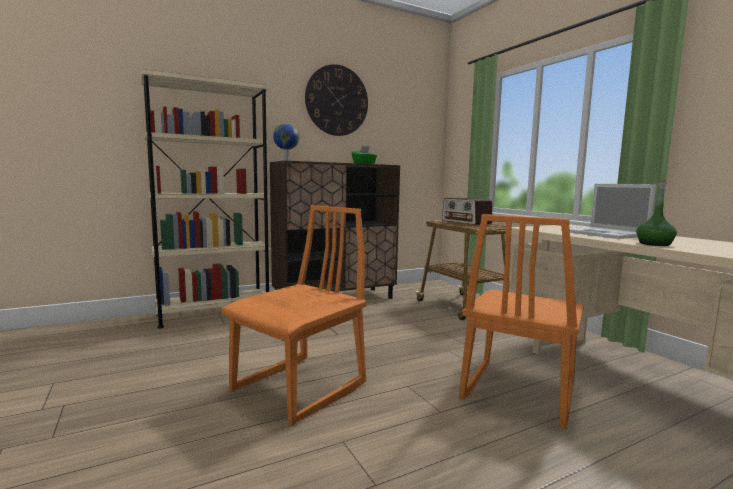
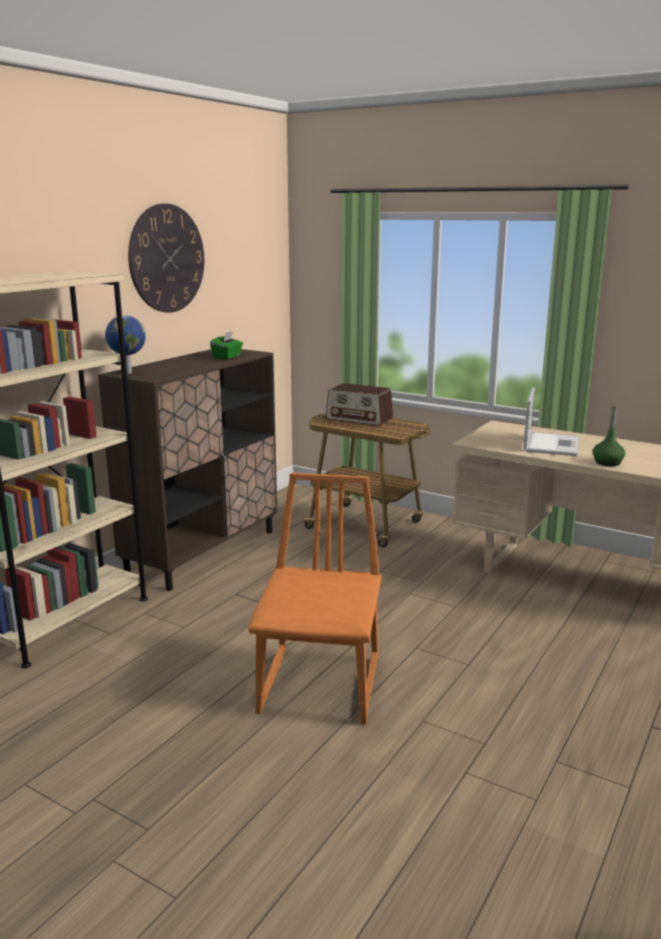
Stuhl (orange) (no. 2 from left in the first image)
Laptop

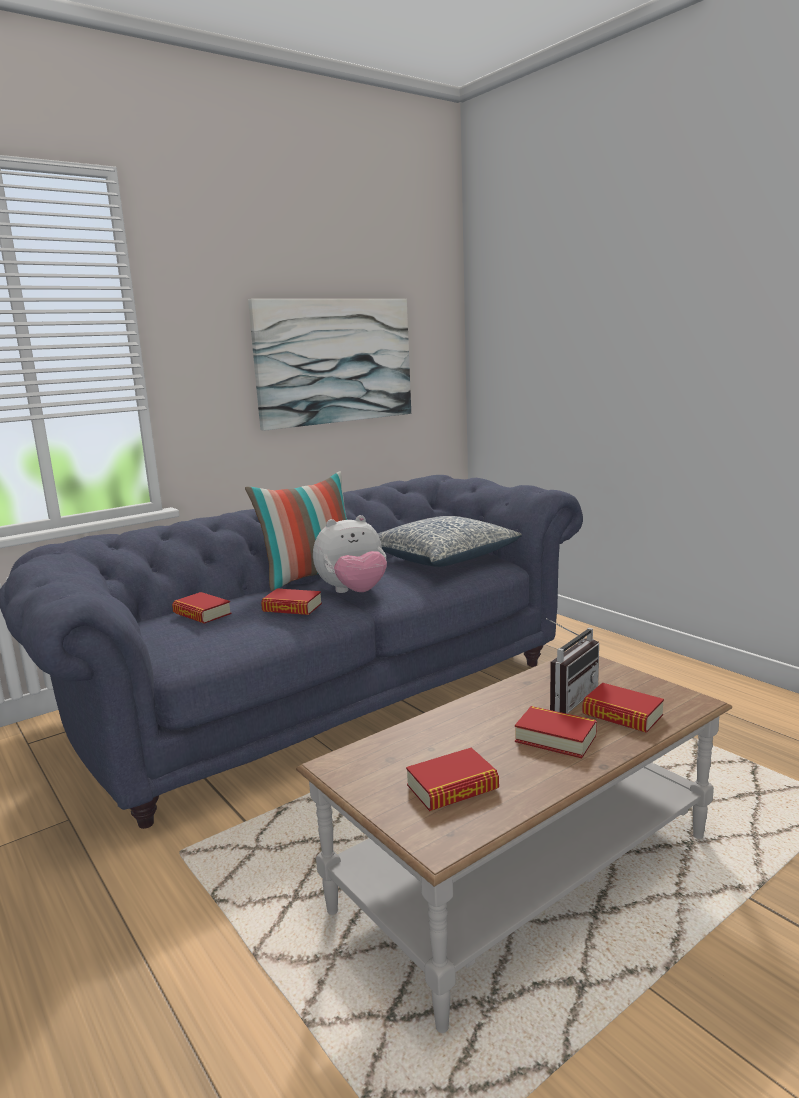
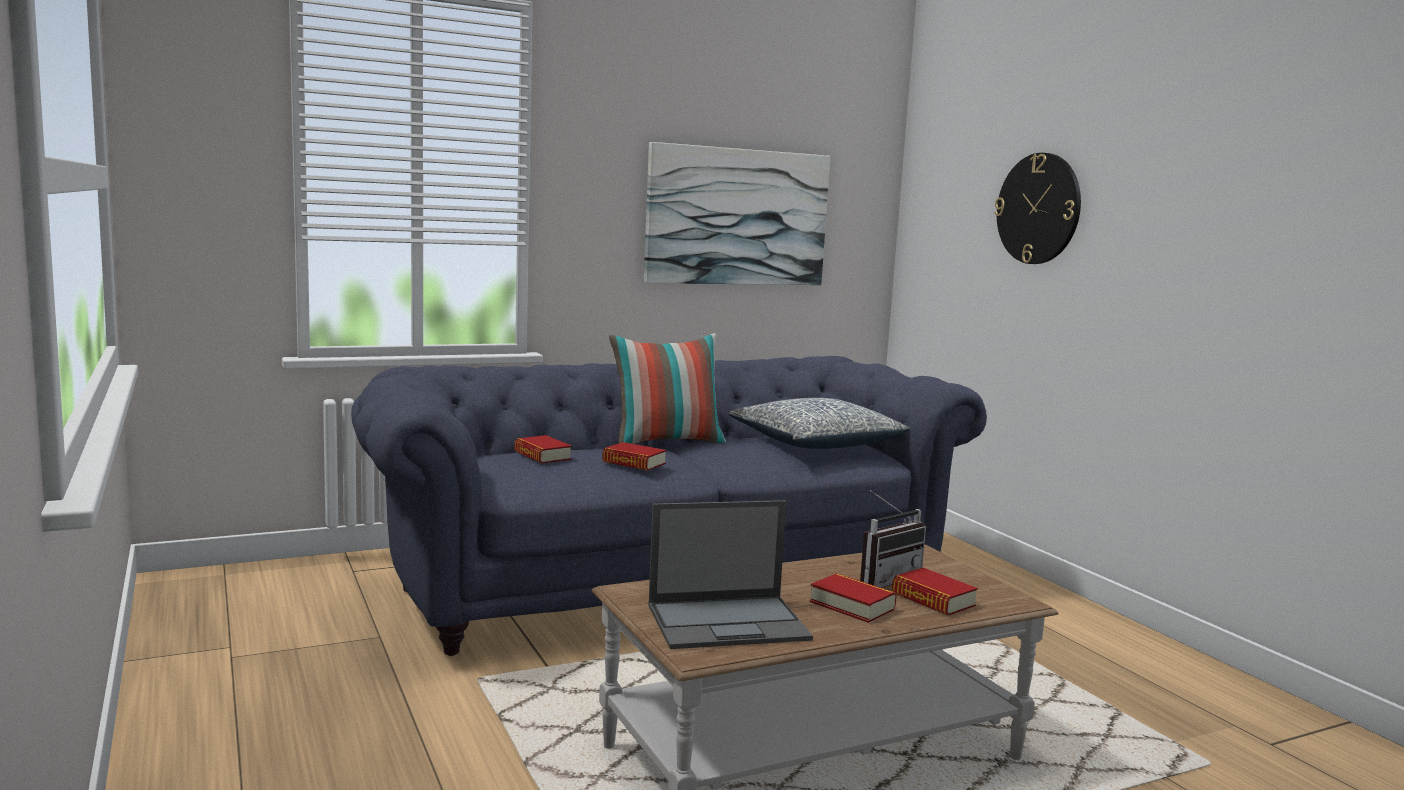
Plüschtier
Wanduhr
Laptop

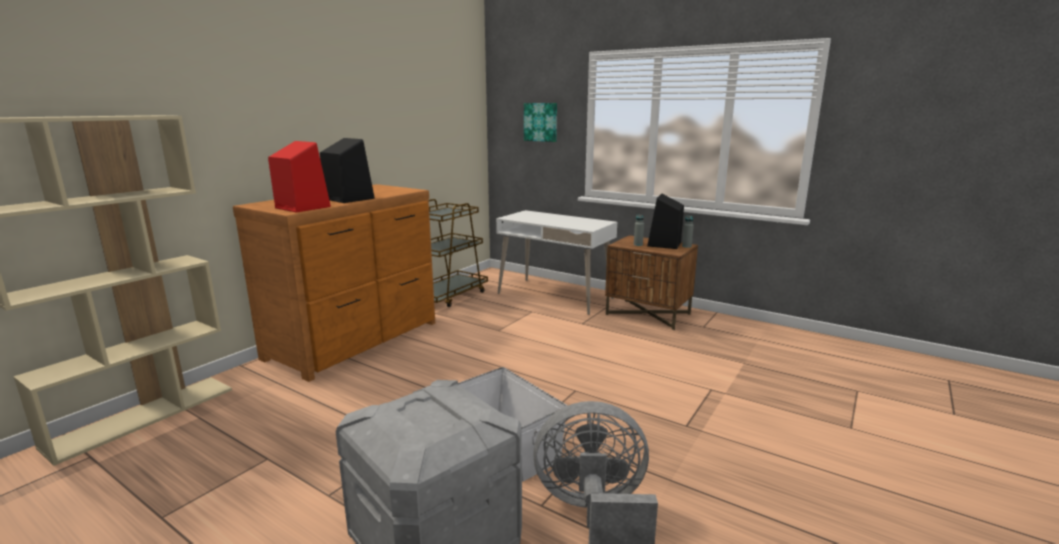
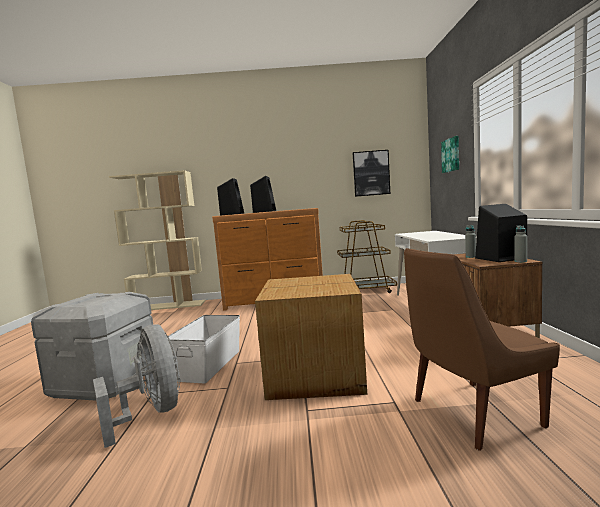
Karton
Bild (no. 1 from left)
Stuhl (braun)
Lautsprecher (schwarz) (no. 1 from left)

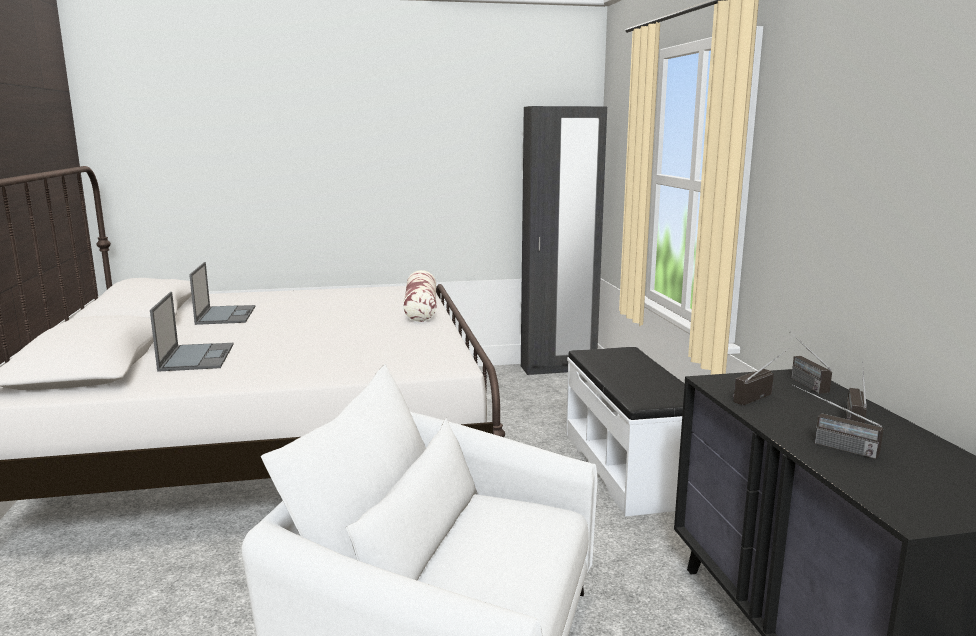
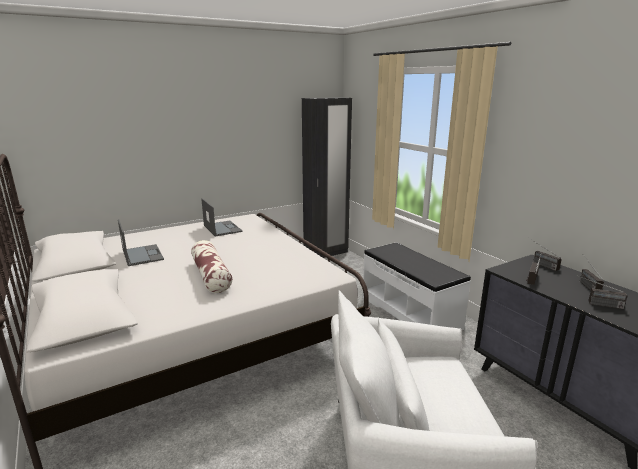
Laptop (no. 2 from left)
Kissen

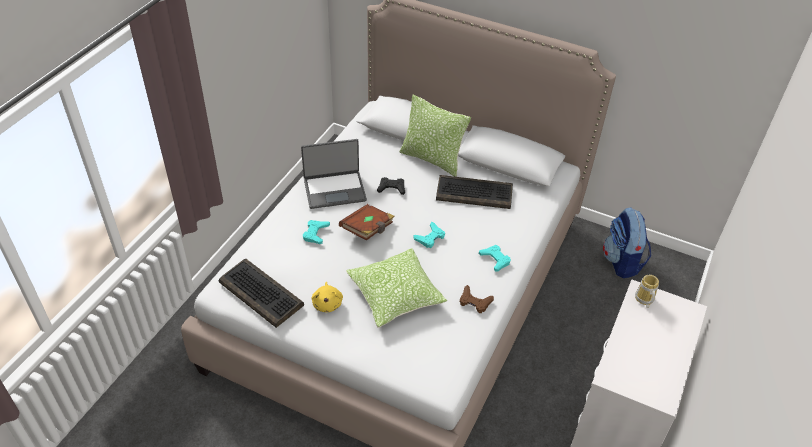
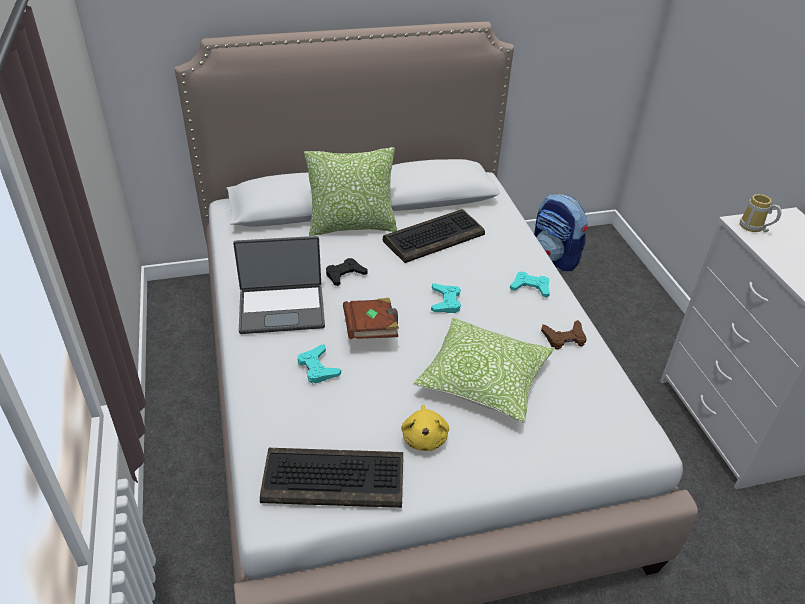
Laptop
Plüschtier (gelb)

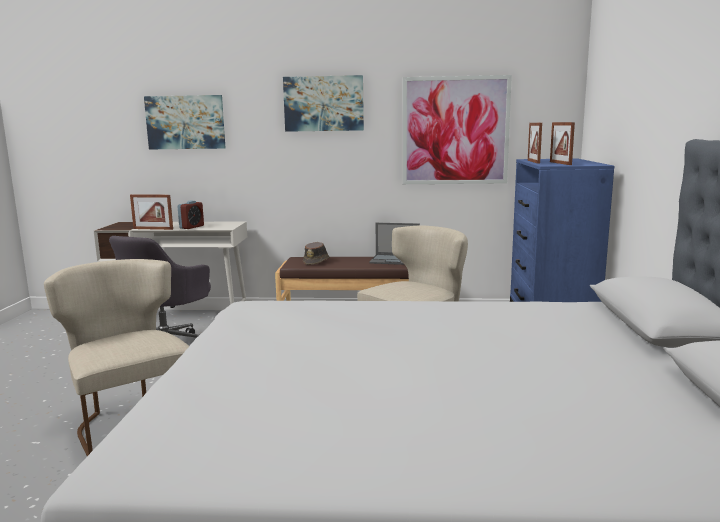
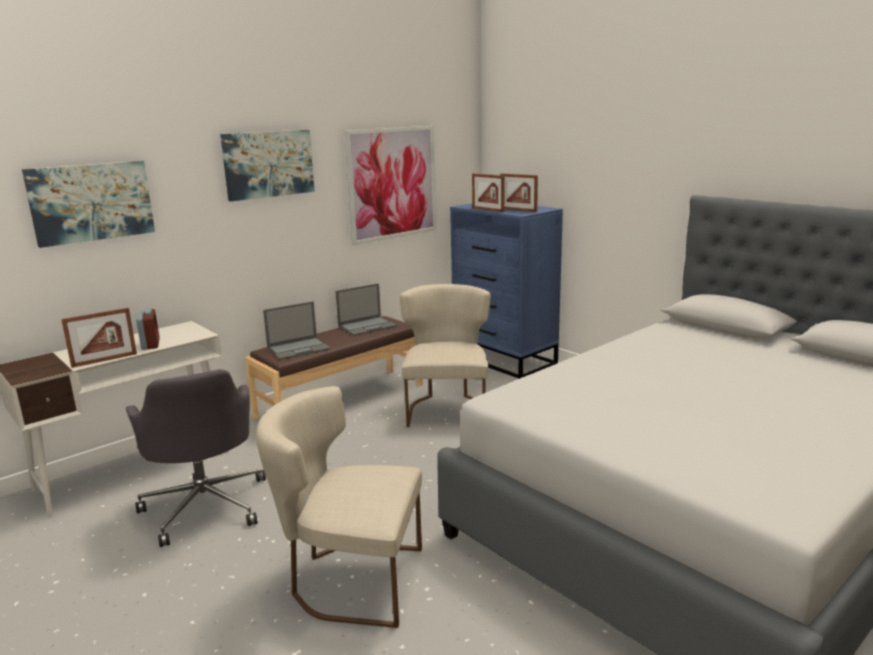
Laptop (no. 1 from left)

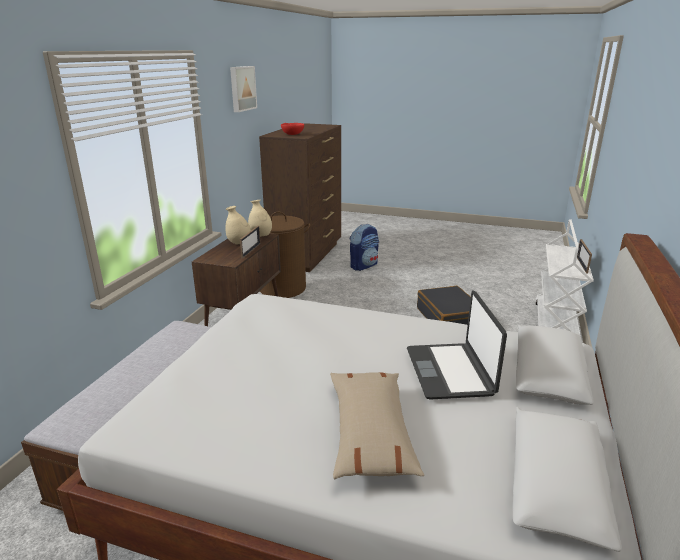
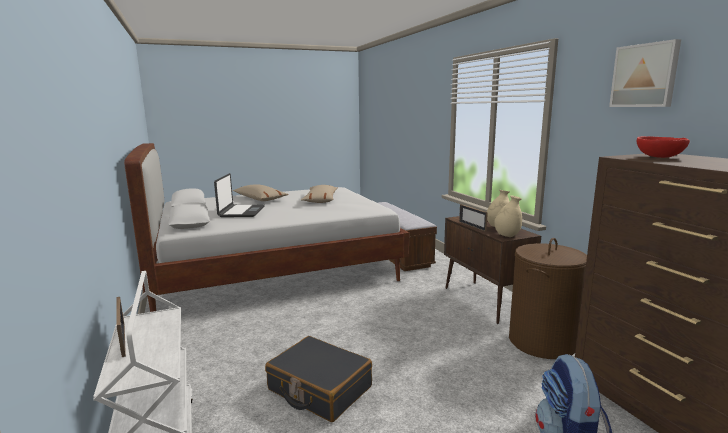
Kissen (beige) (no. 2 from left)
Laptop

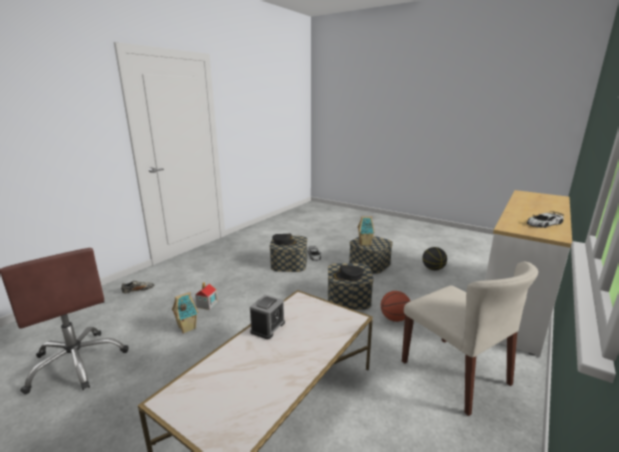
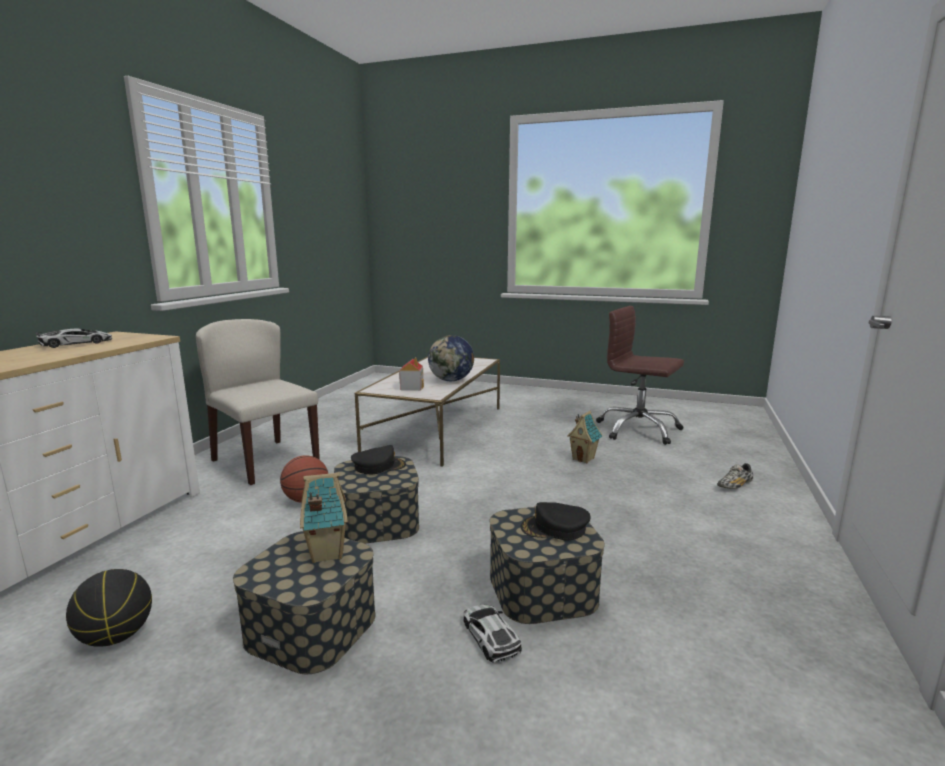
Spielzeughaus (no. 2 from left)
Globus

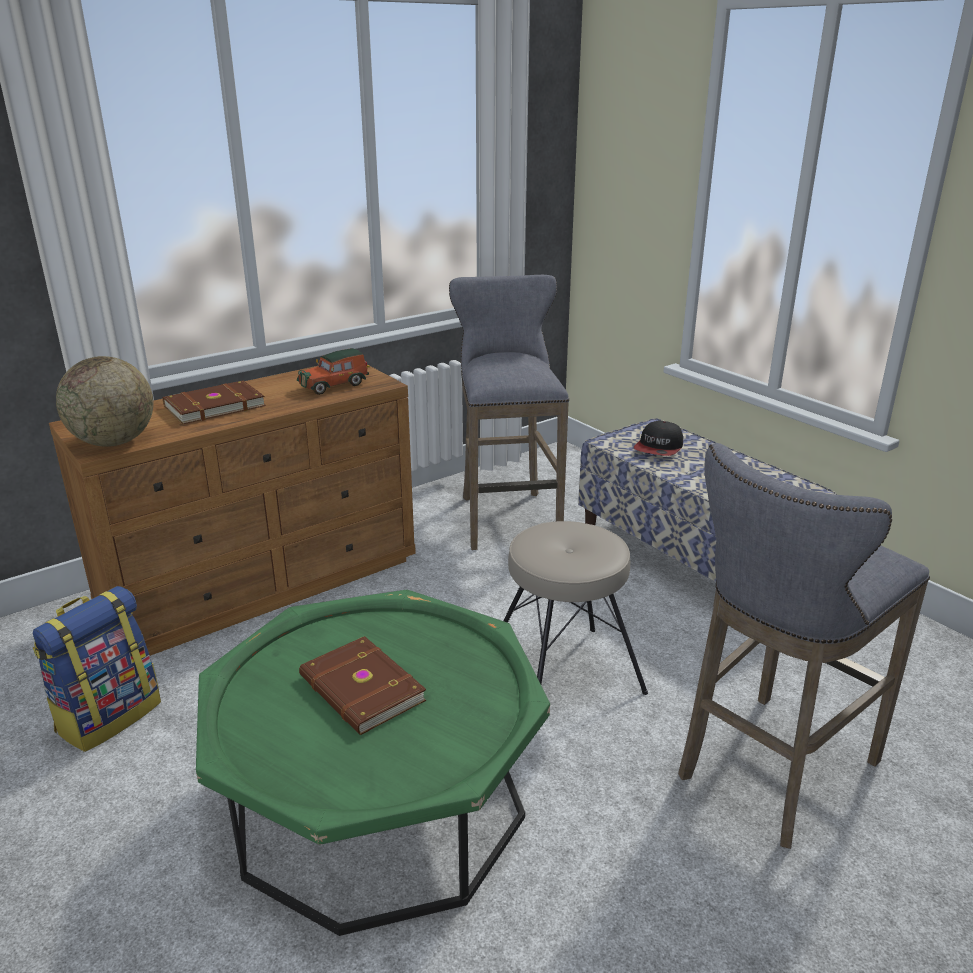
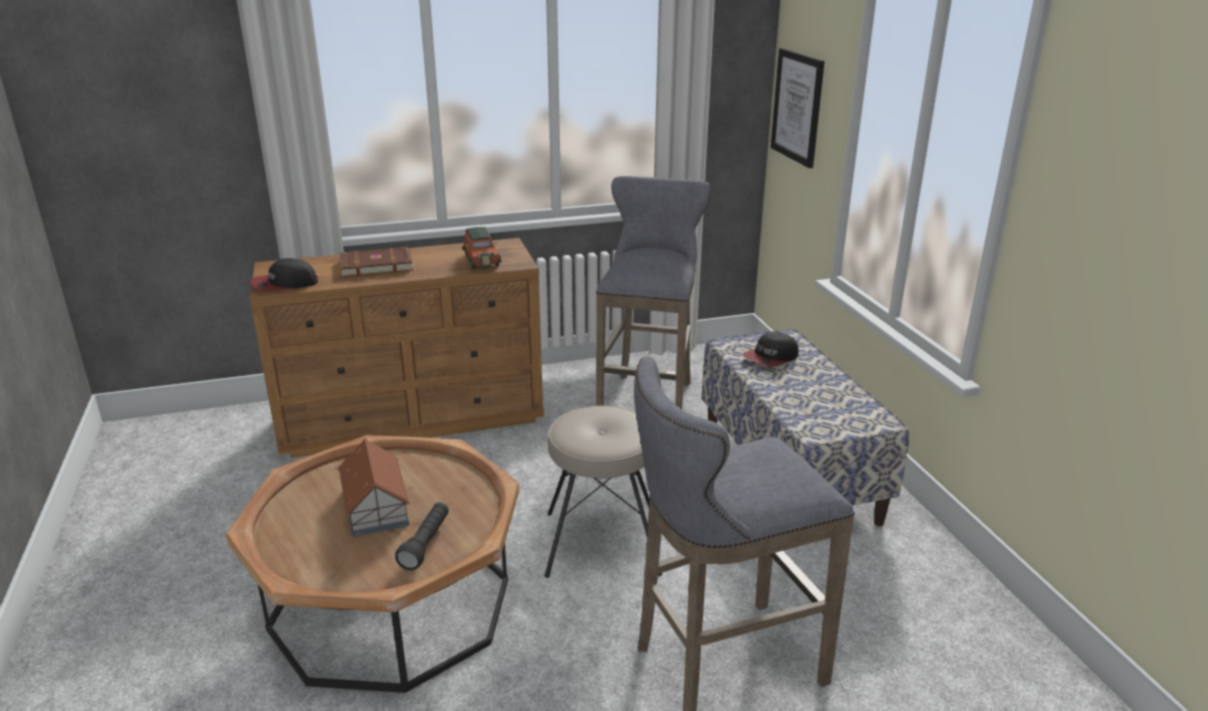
Rucksack
Taschenlampe (schwarz)
Bild
Kappe (no. 1 from left)
Spielzeughaus
Couchtisch (braun)
Spielzeugauto

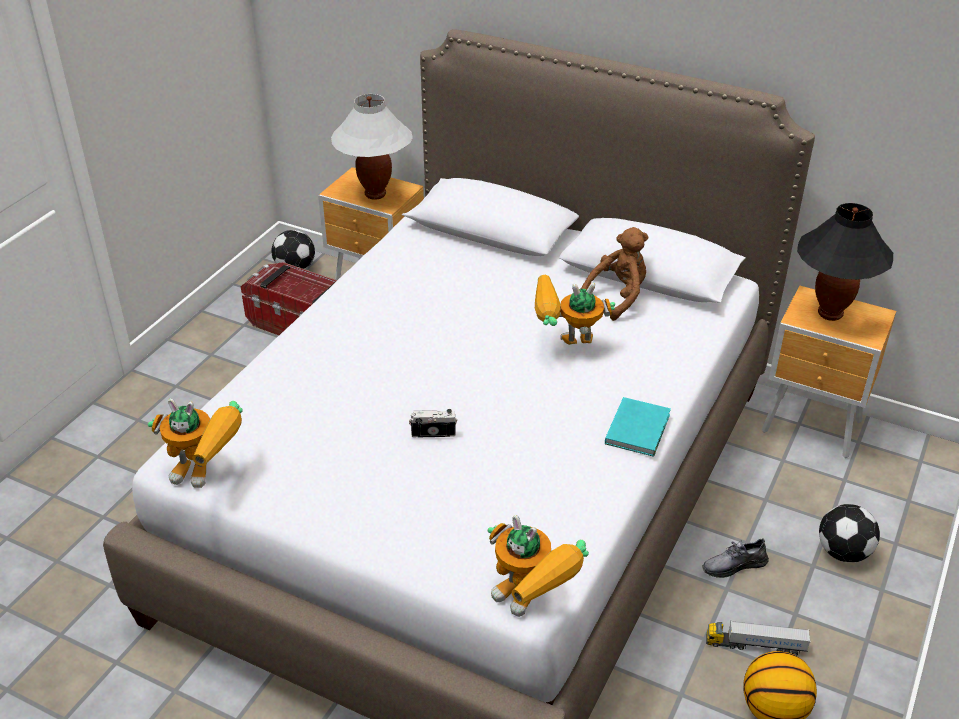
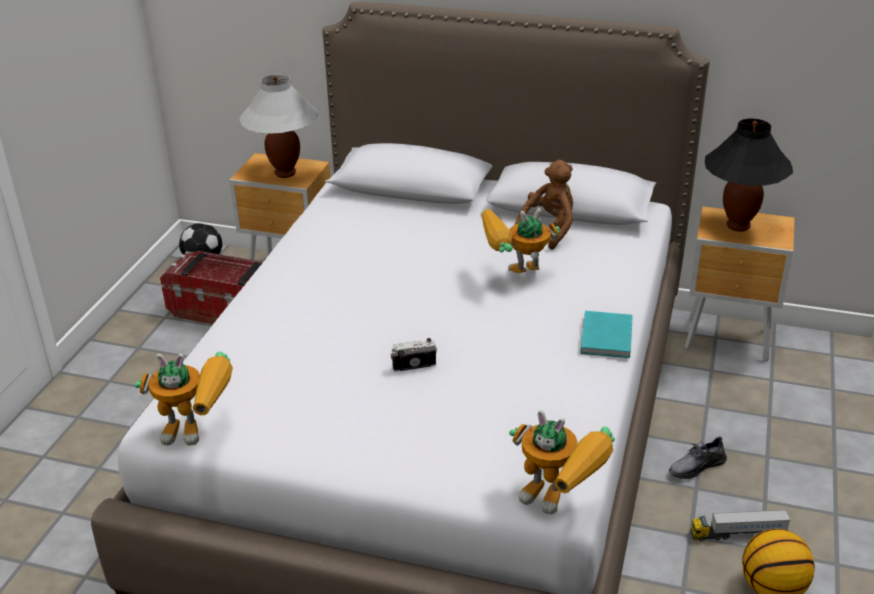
Fußball (no. 2 from left in the first image)

